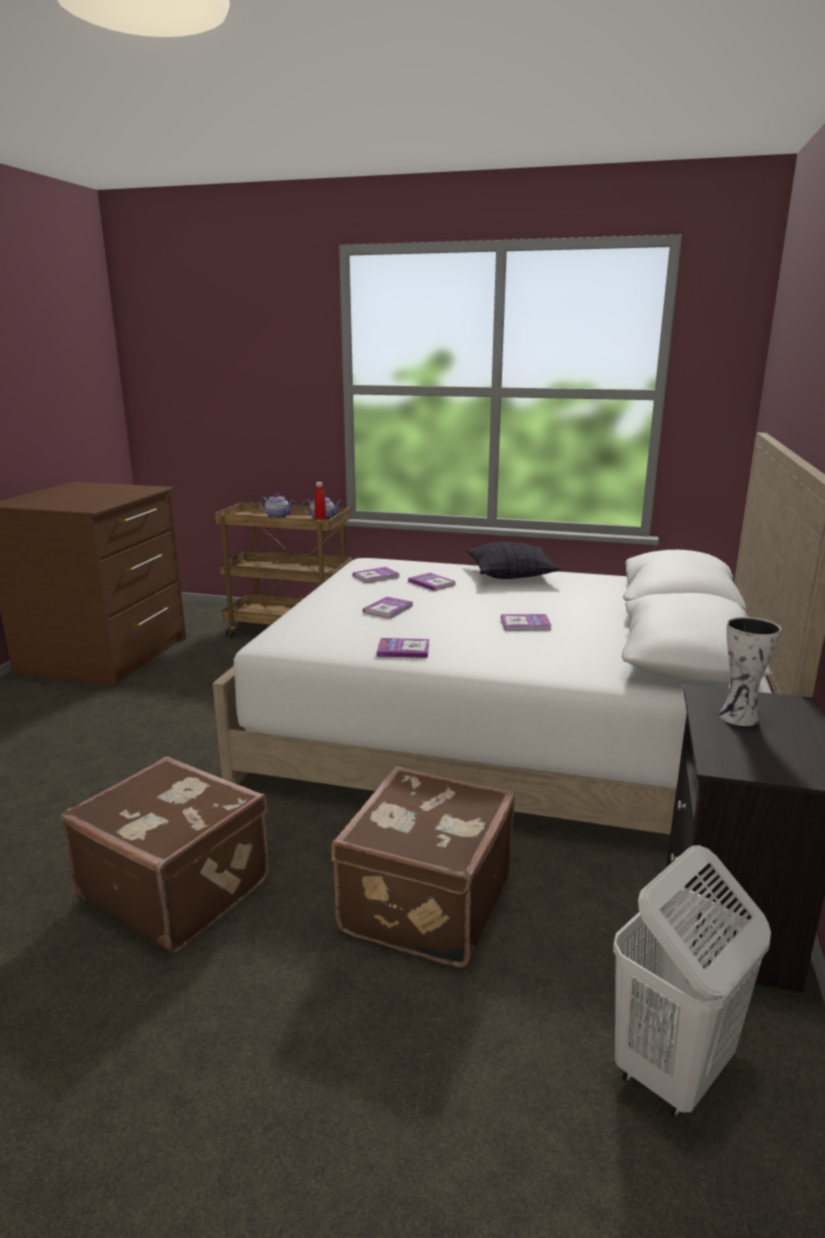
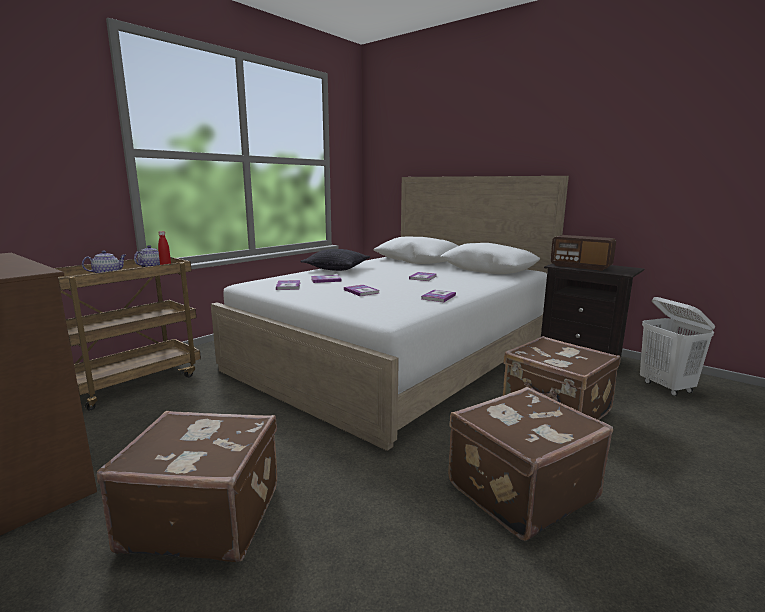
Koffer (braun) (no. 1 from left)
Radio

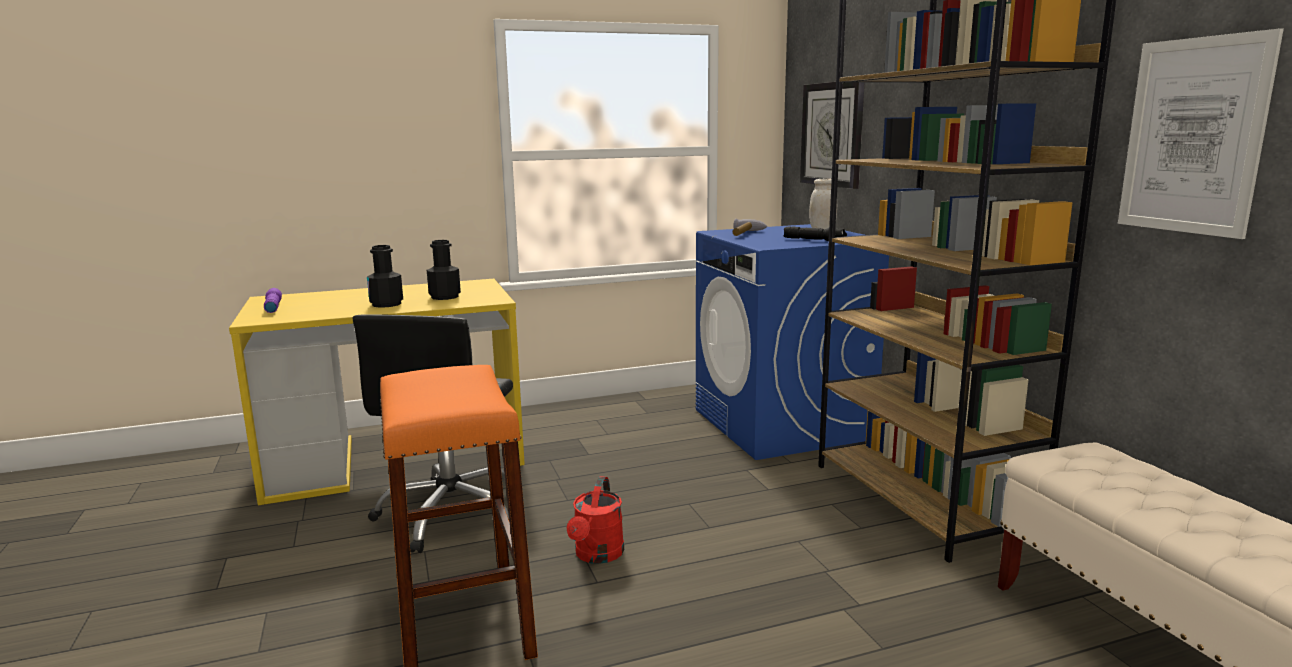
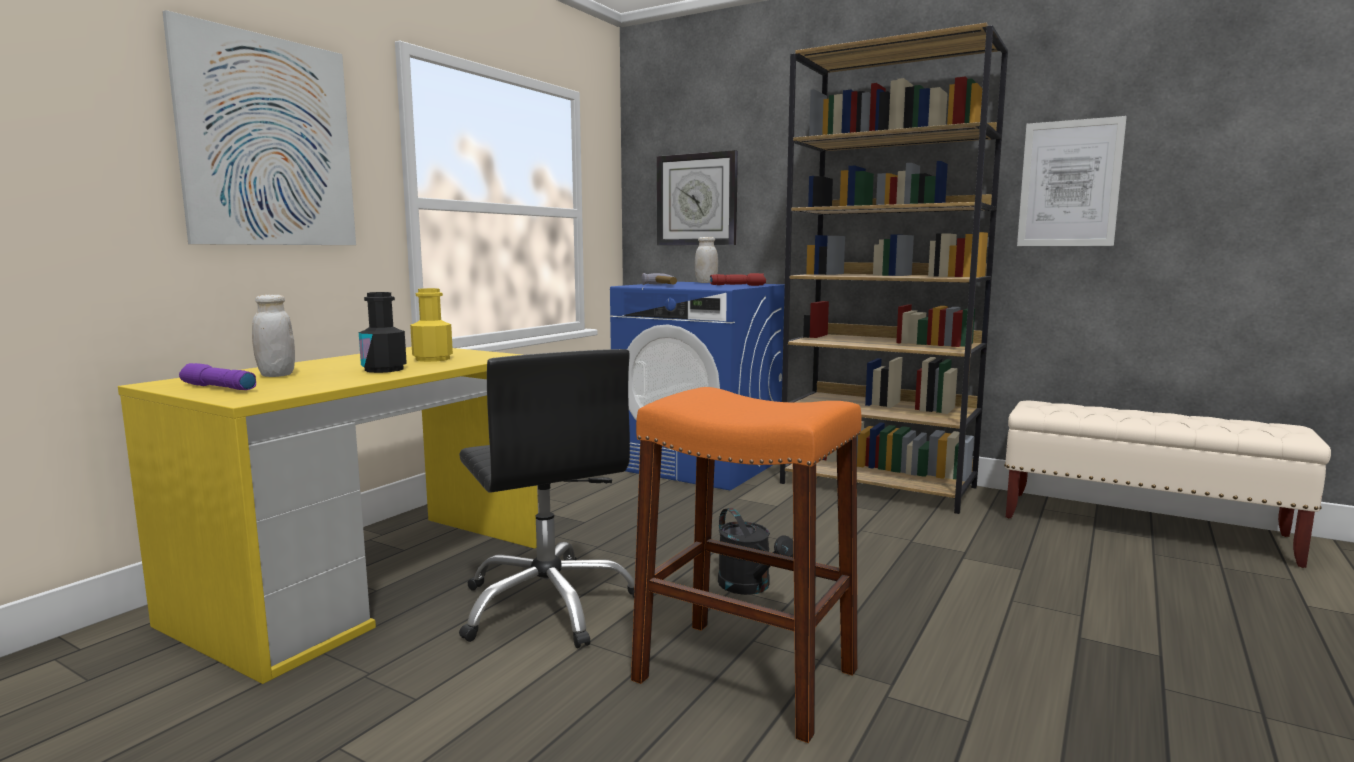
Bild (no. 1 from left)
Vorratsglas (weiß) (no. 1 from left)
Flasche (gelb)
Gießkanne (schwarz)
Taschenlampe (rot)

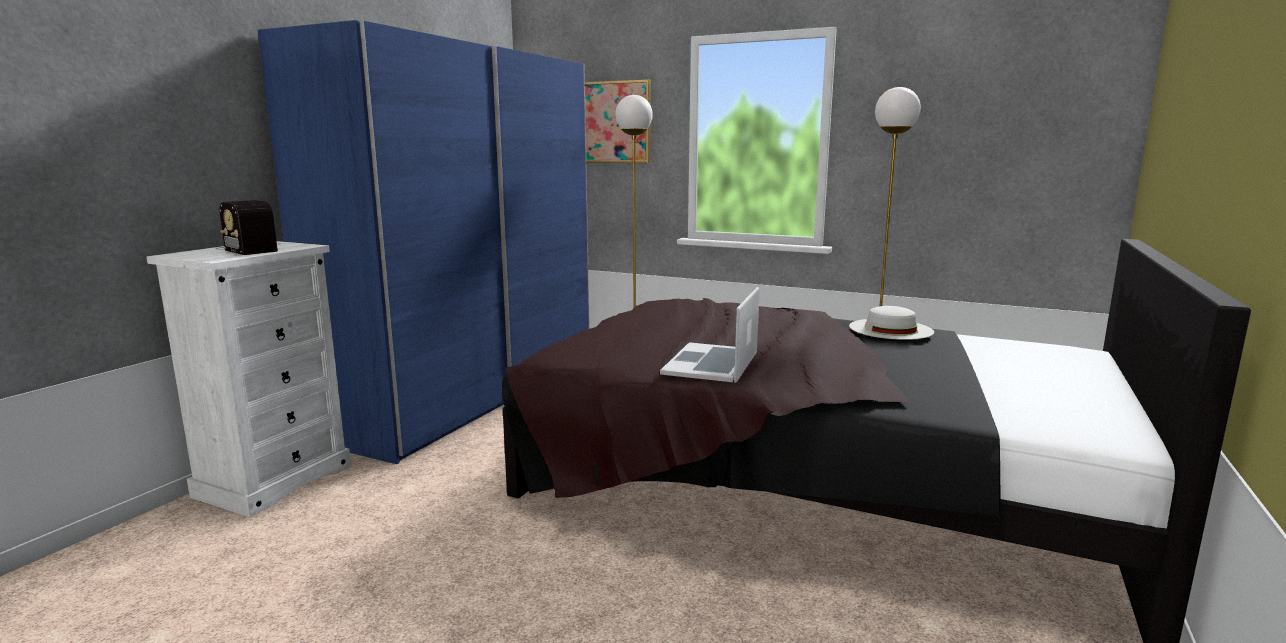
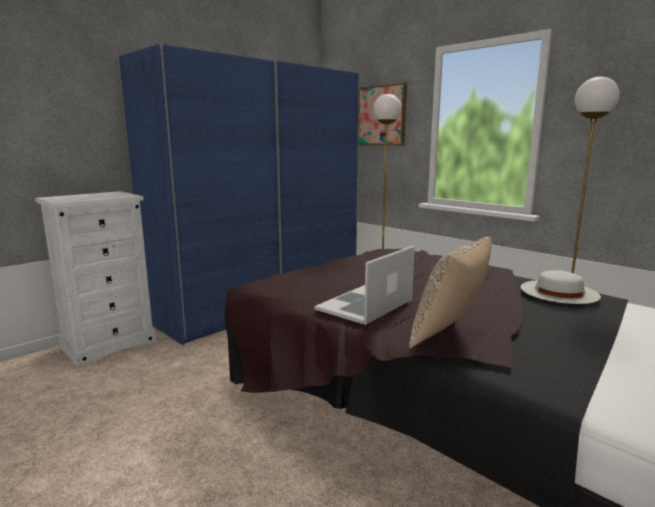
Radio
Kissen

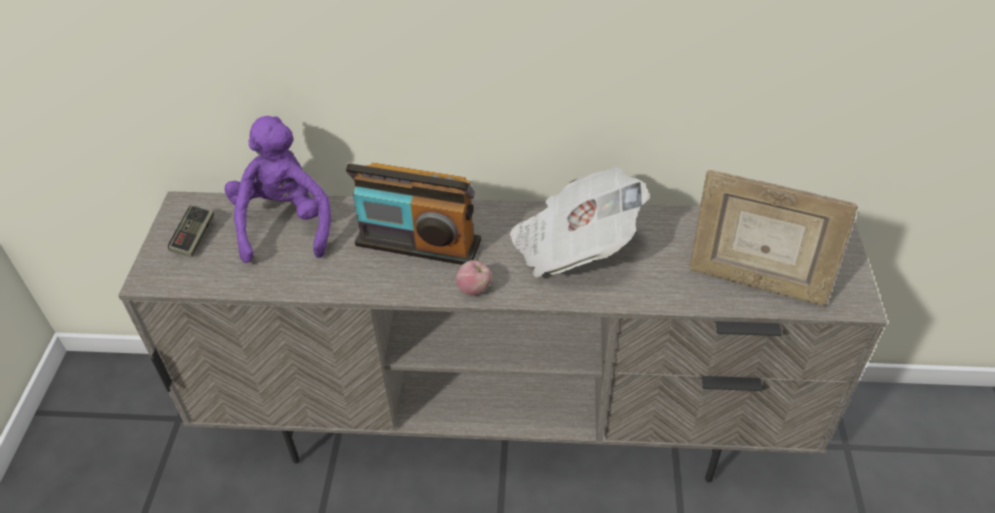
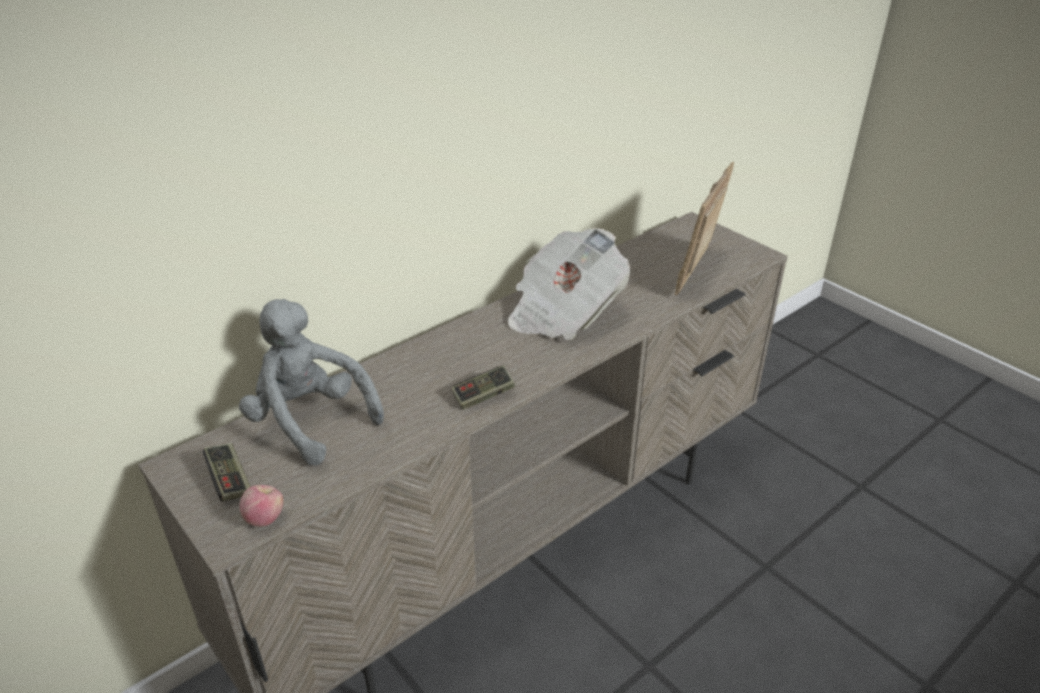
Radio
Gamepad (no. 2 from left)
Apfel
Plüschtier (grau)
Bilderrahmen

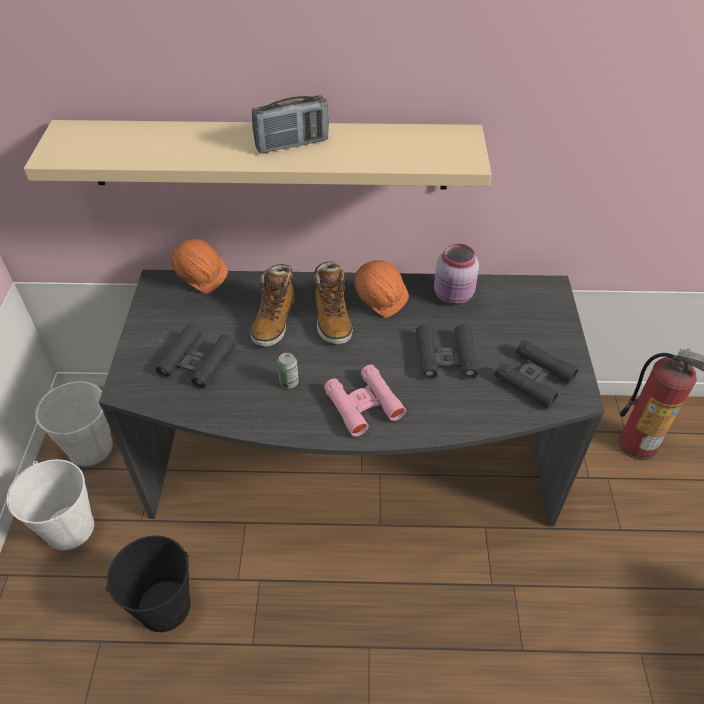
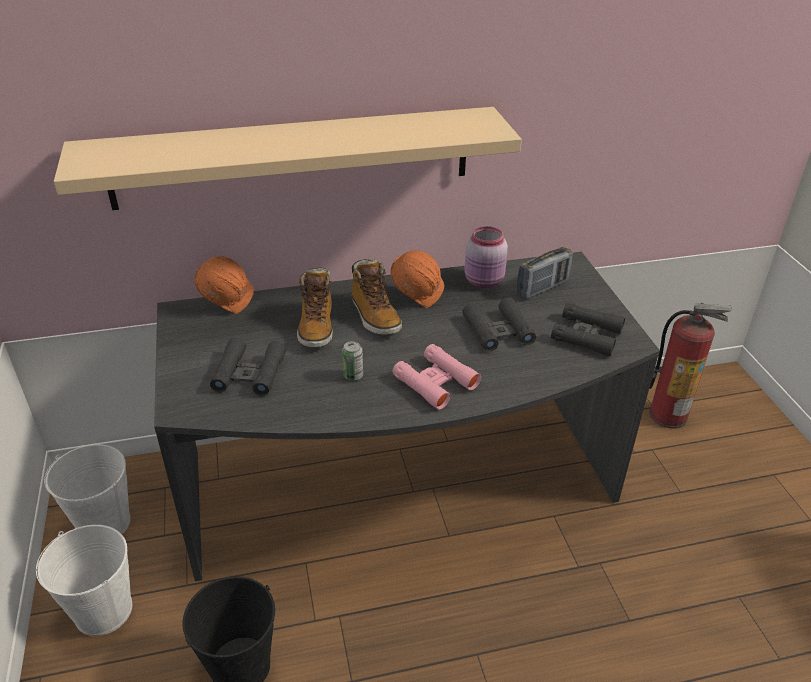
Radio

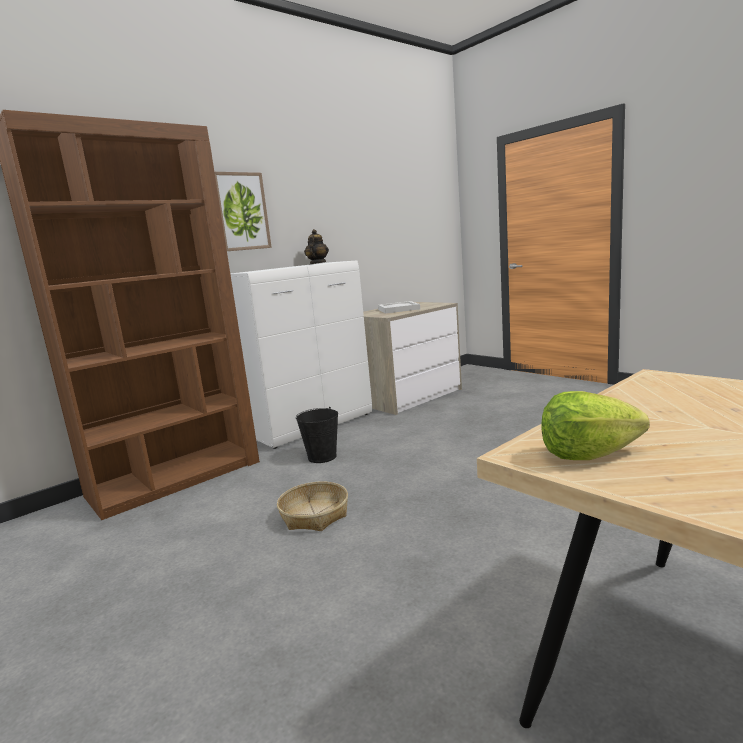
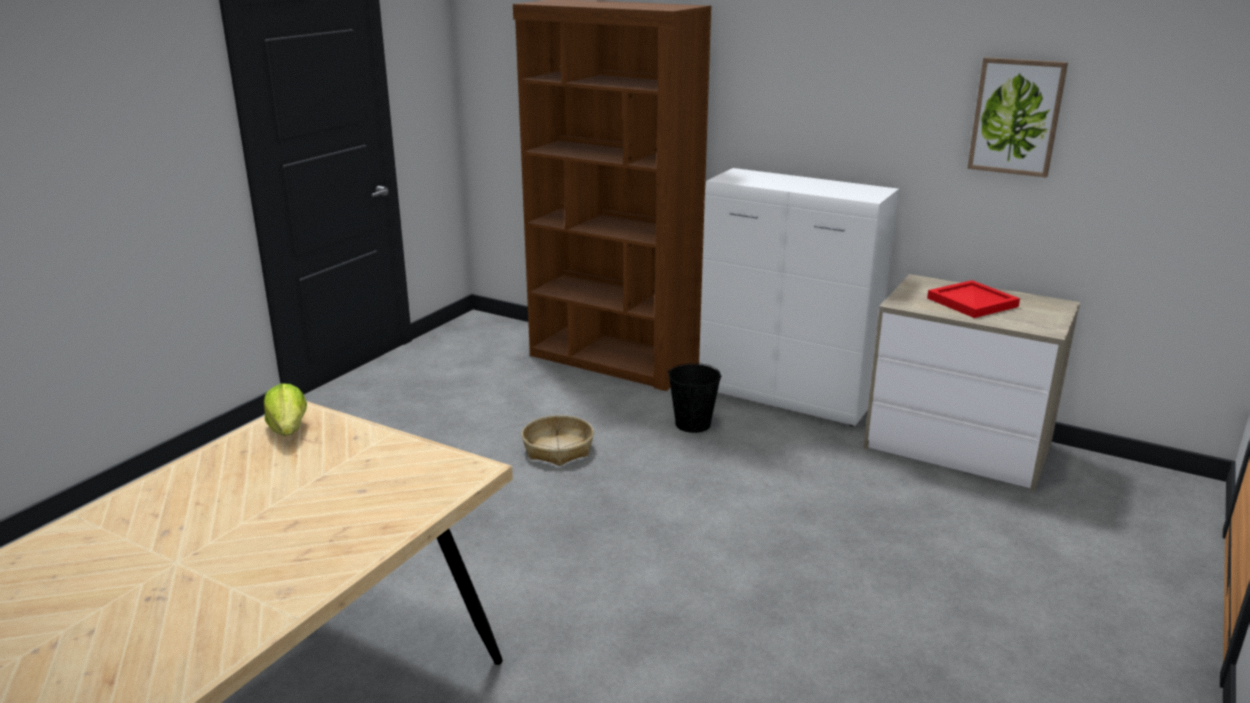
Teekanne
Bild
Tablett (rot)

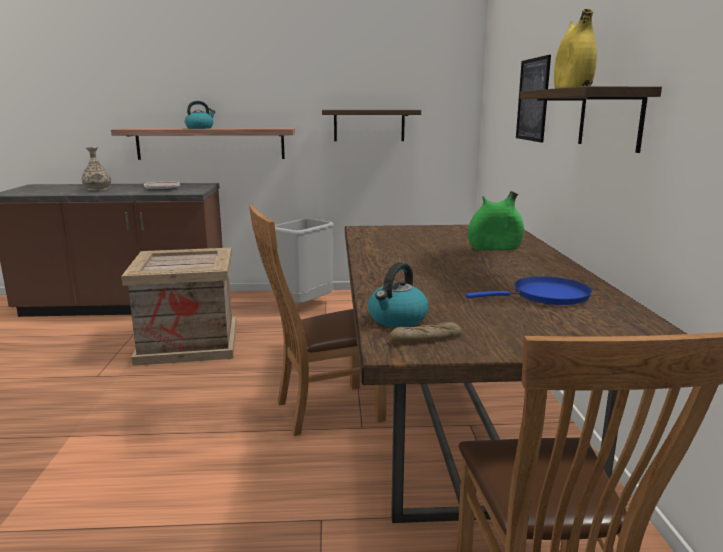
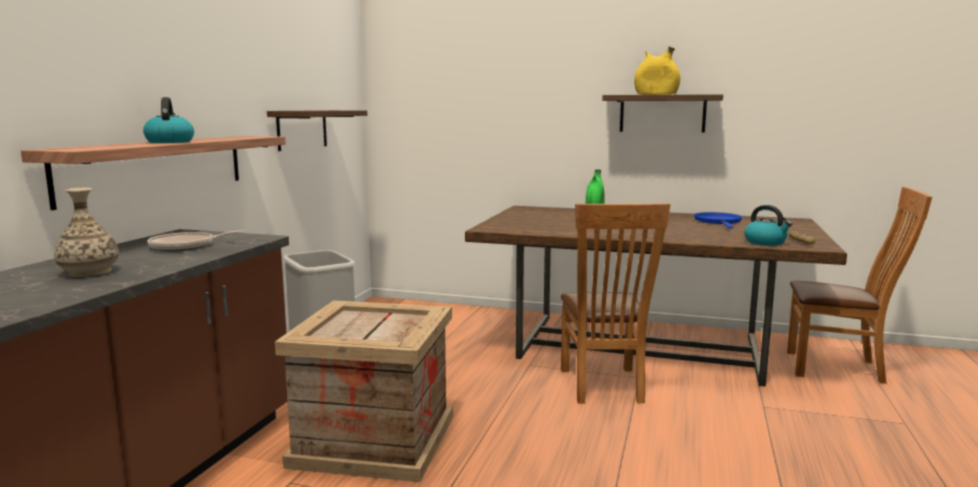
Bild

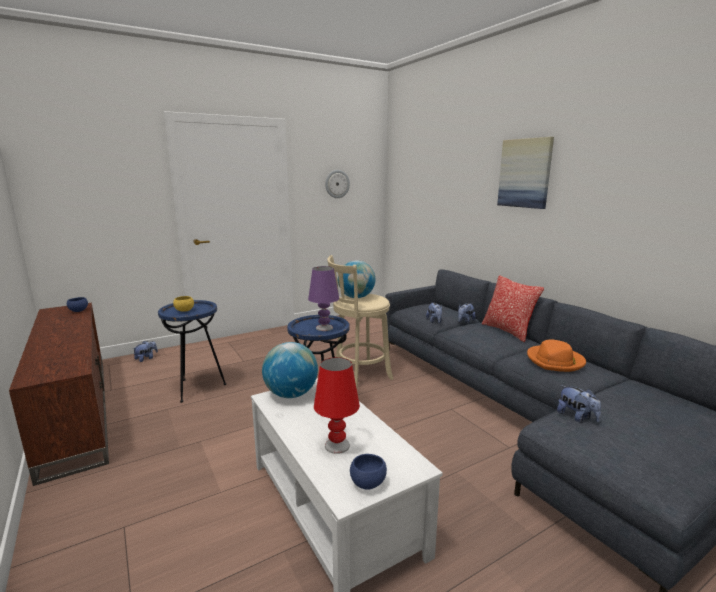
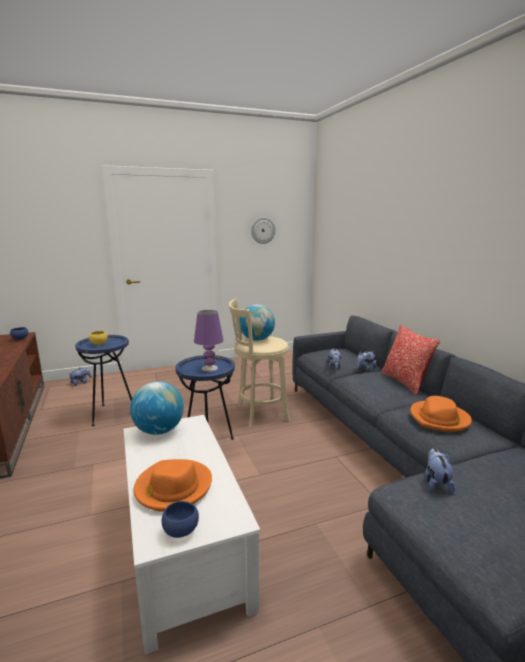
Bild
Hut (orange) (no. 1 from left)
Plüschtier (no. 4 from left)

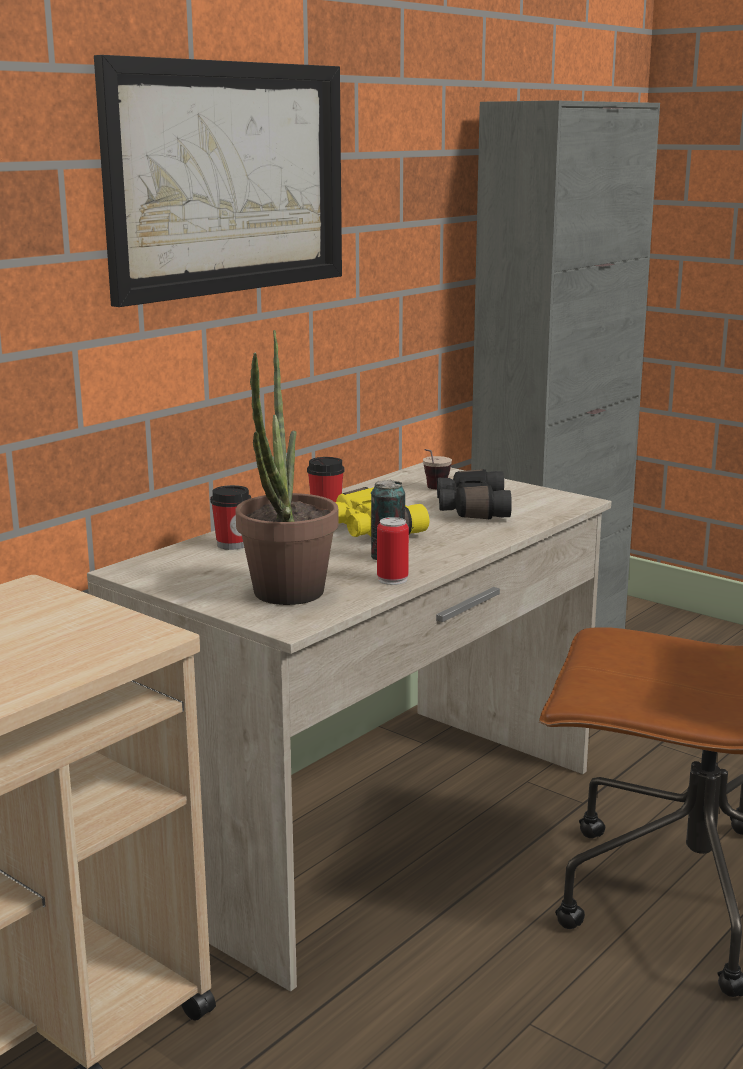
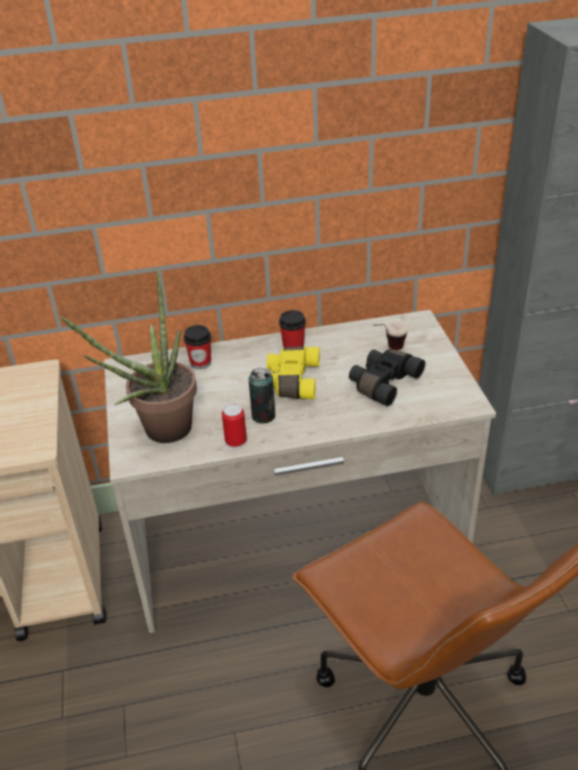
Bild

